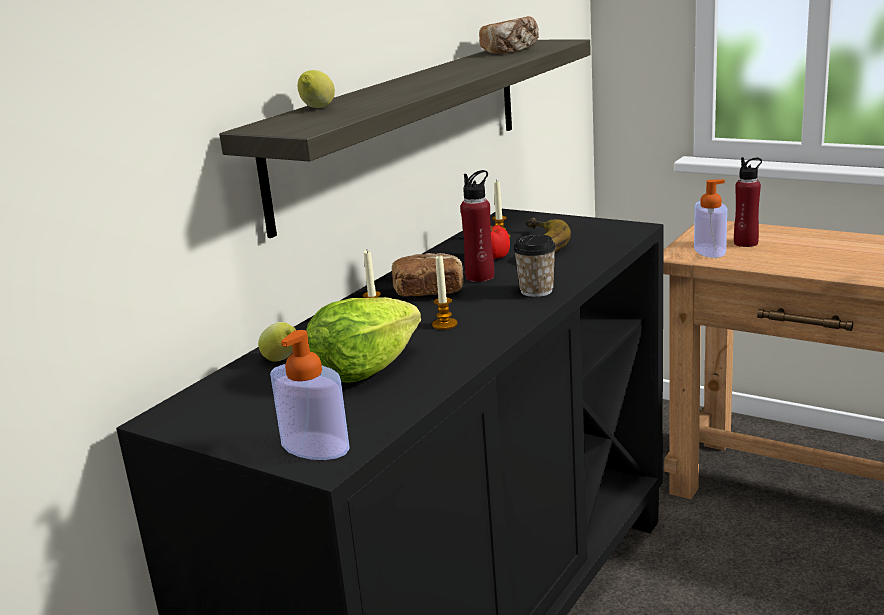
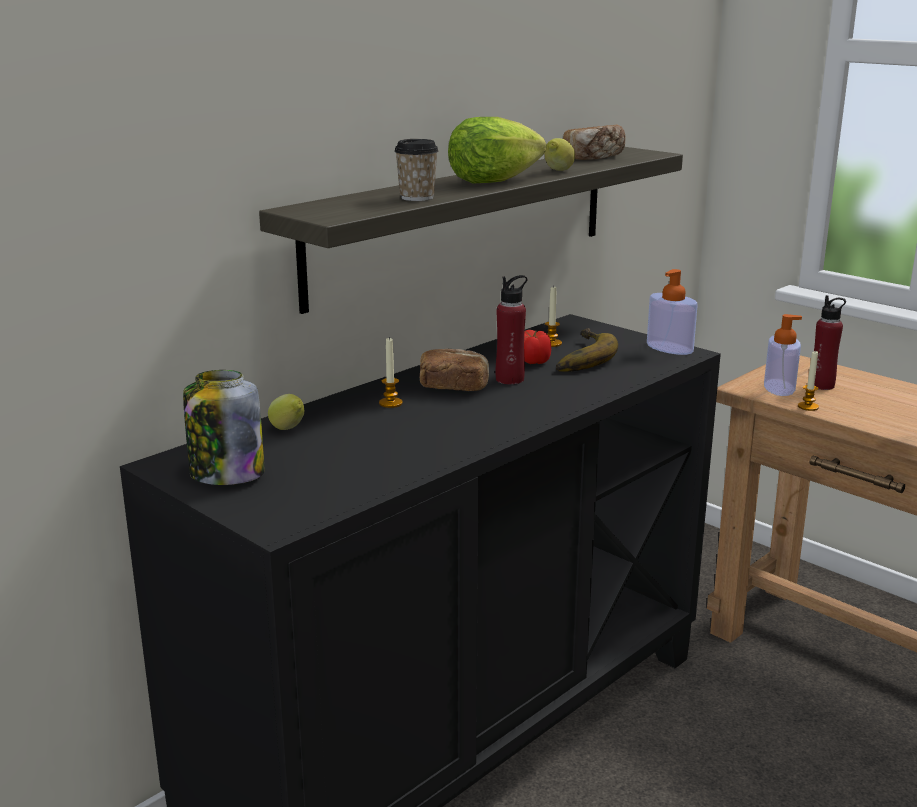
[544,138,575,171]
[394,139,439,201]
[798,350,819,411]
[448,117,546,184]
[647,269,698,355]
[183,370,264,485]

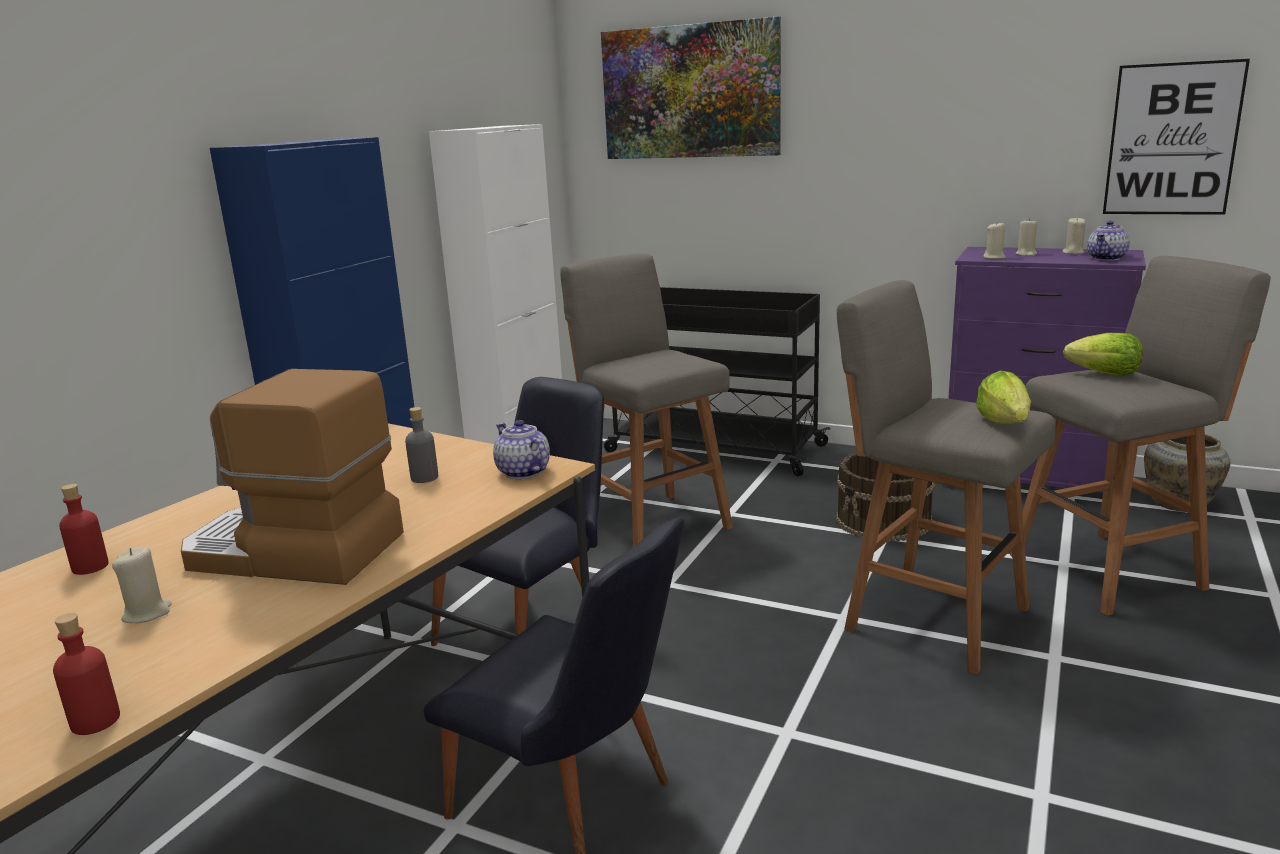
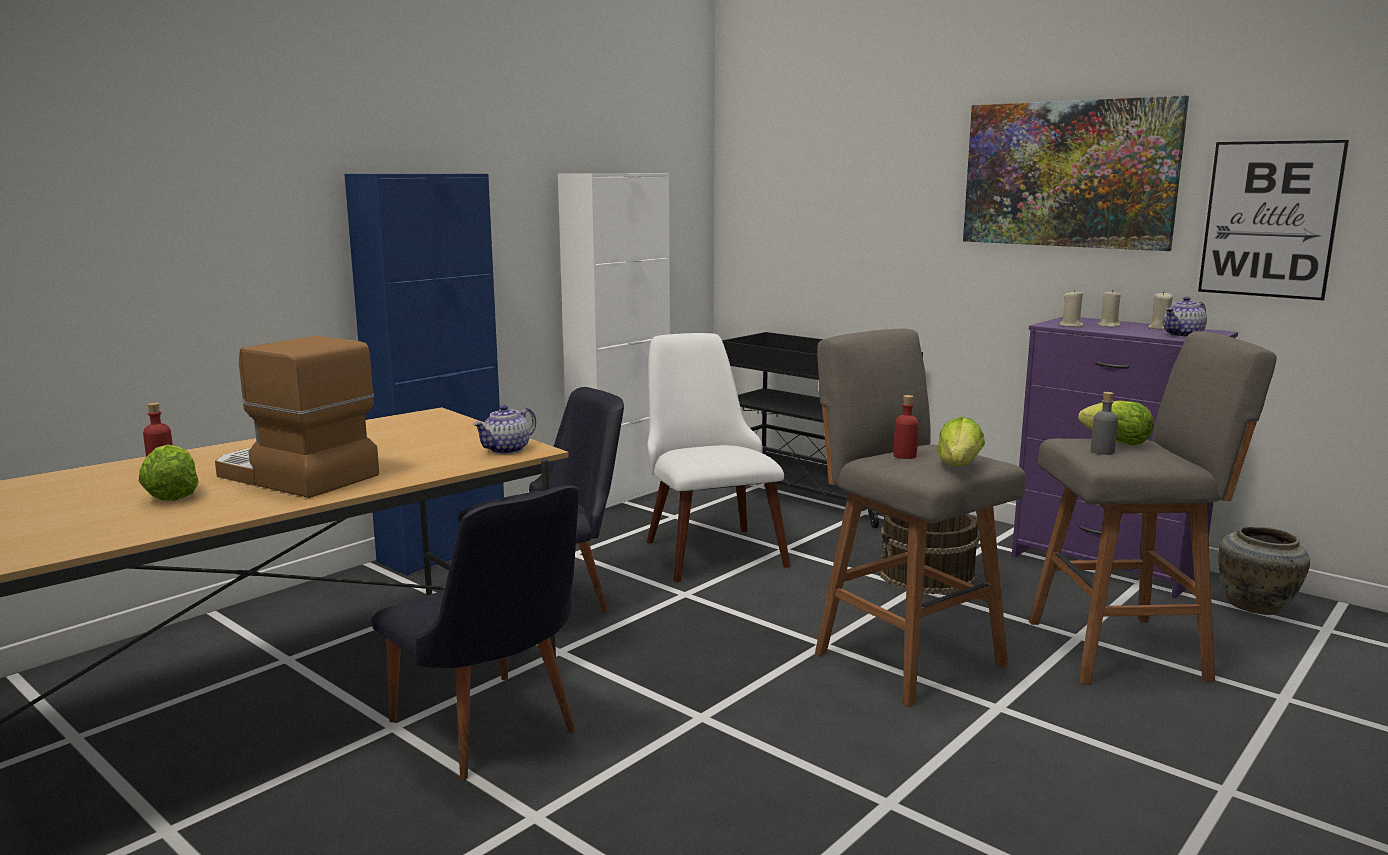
[963,96,1189,251]
[647,333,791,582]
[1091,392,1118,455]
[473,405,536,454]
[139,444,199,501]
[893,395,919,459]

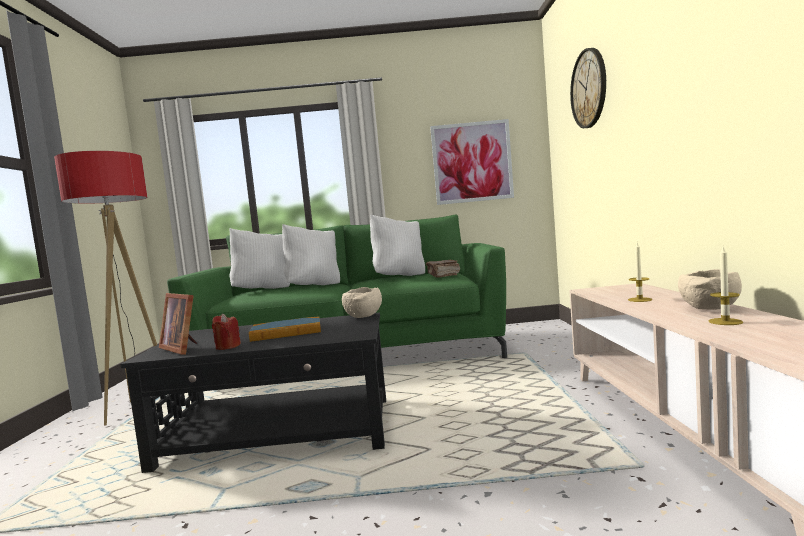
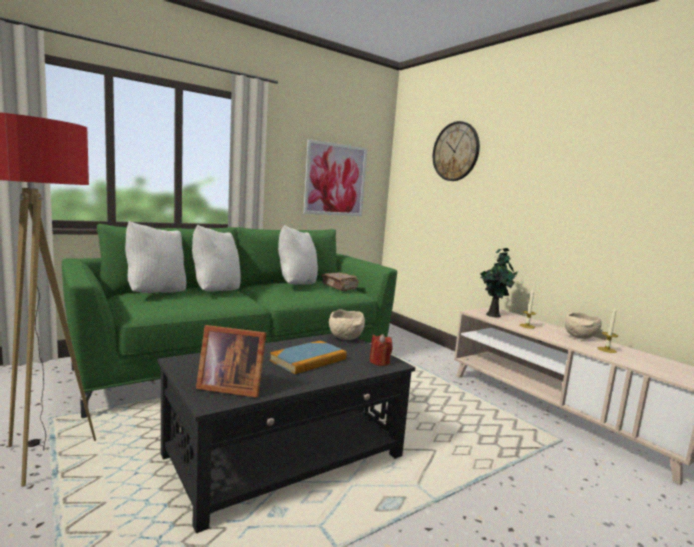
[370,334,393,366]
[480,248,518,317]

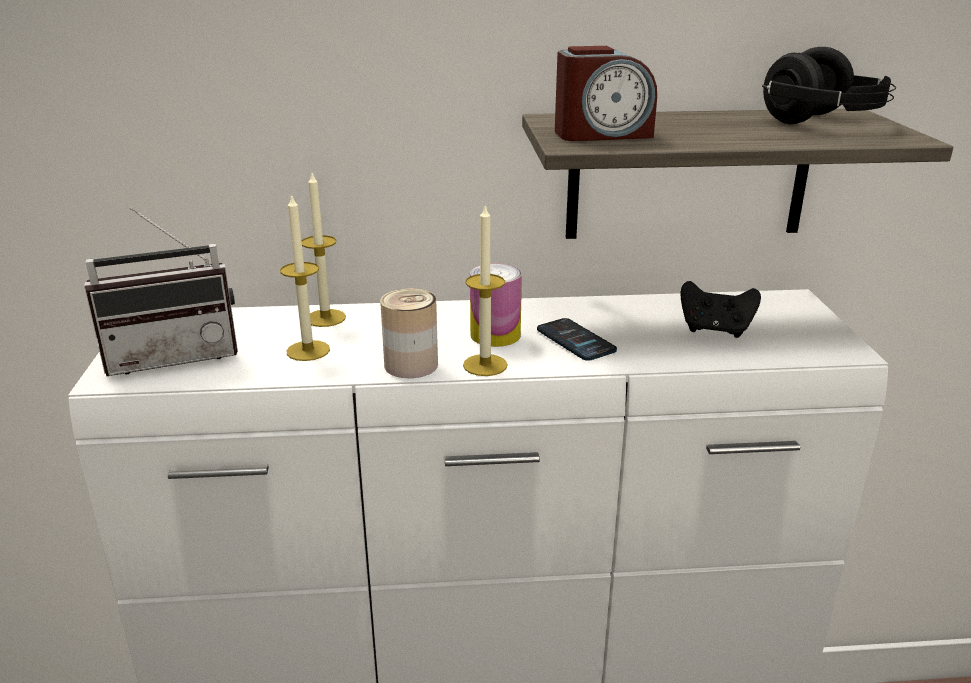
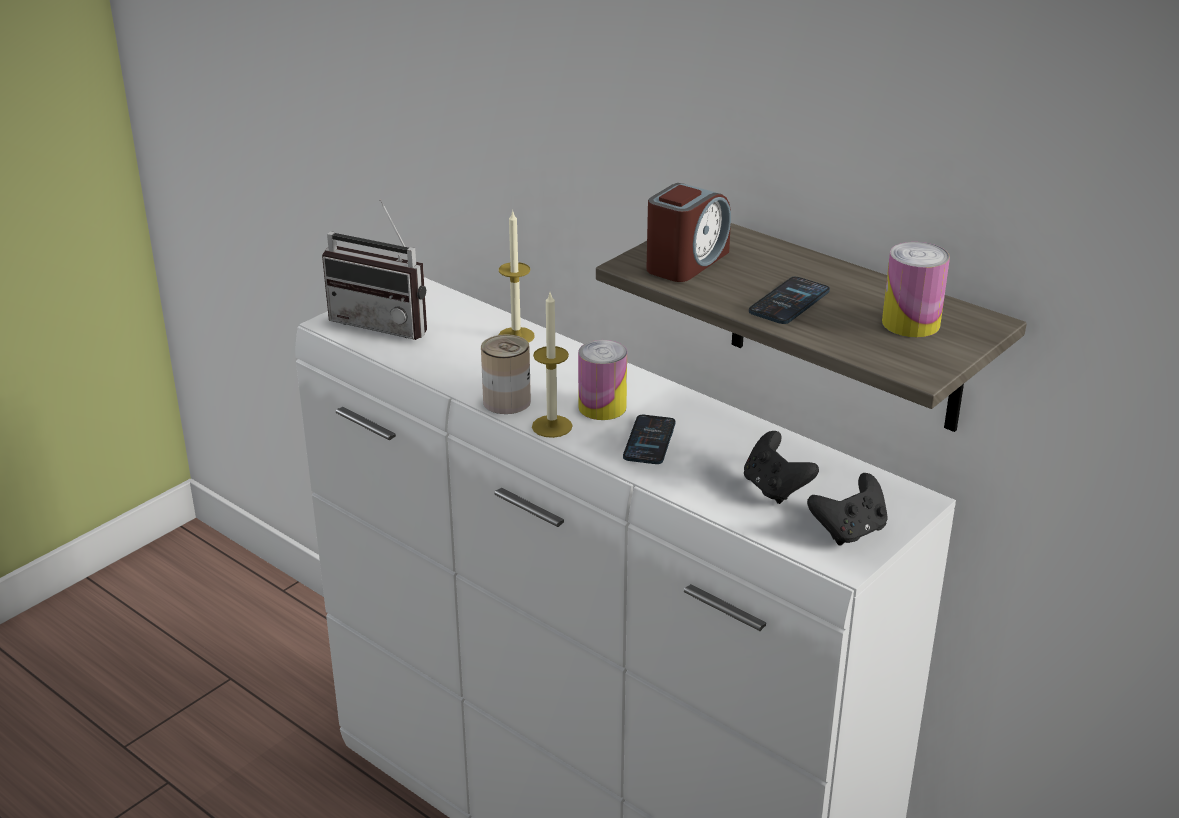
[646,183,731,282]
[882,242,950,337]
[280,193,330,361] (first image)
[749,277,830,324]
[807,473,888,546]

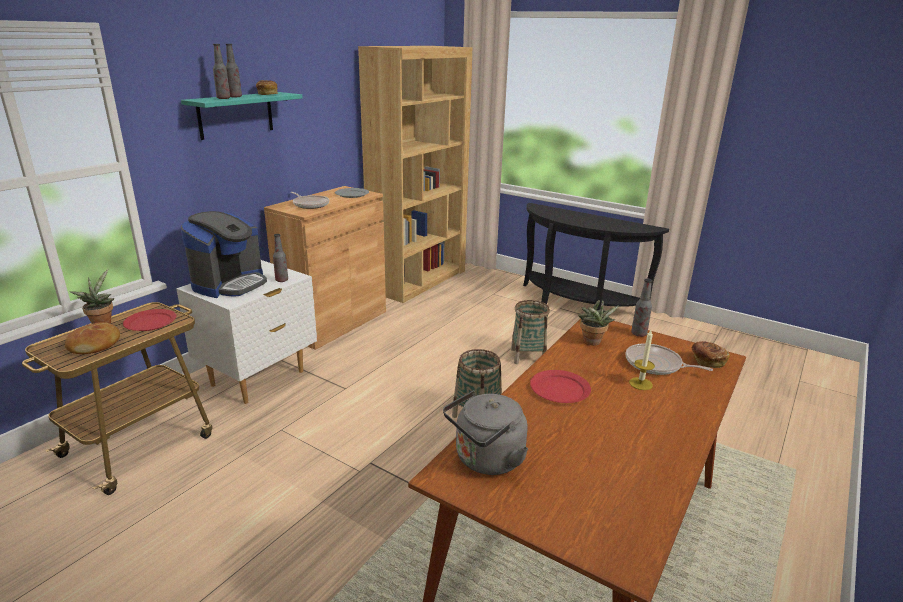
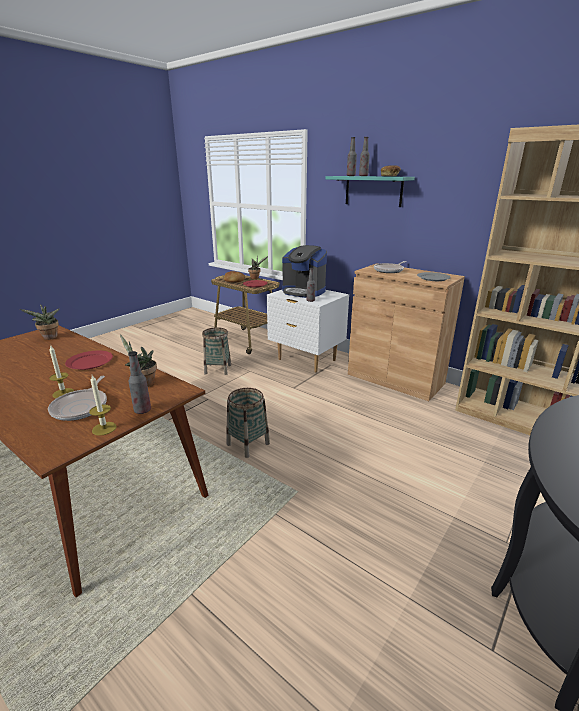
[202,327,231,375]
[692,341,730,368] (first image)
[48,376,107,421]
[20,304,60,340]
[89,375,117,436]

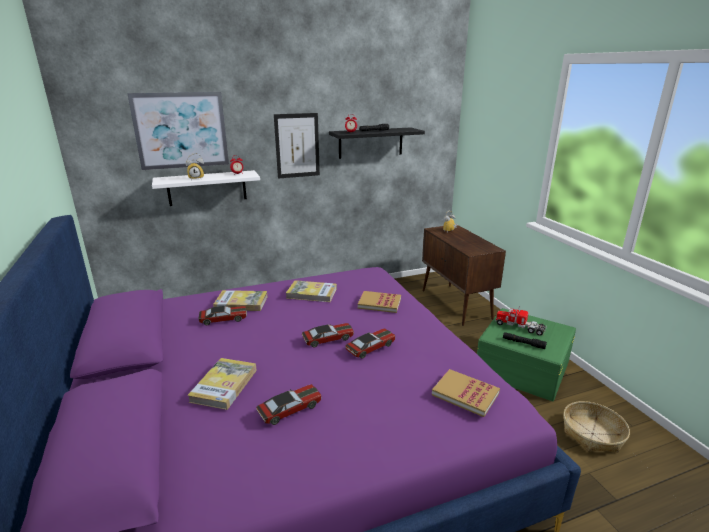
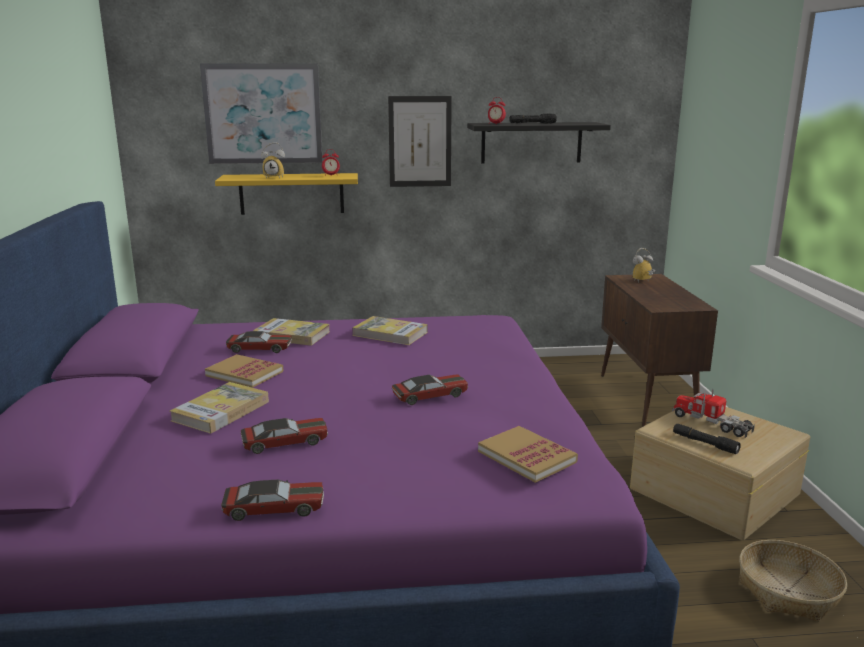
[215,173,358,215]
[205,354,283,388]
[630,407,810,540]
[221,479,324,521]

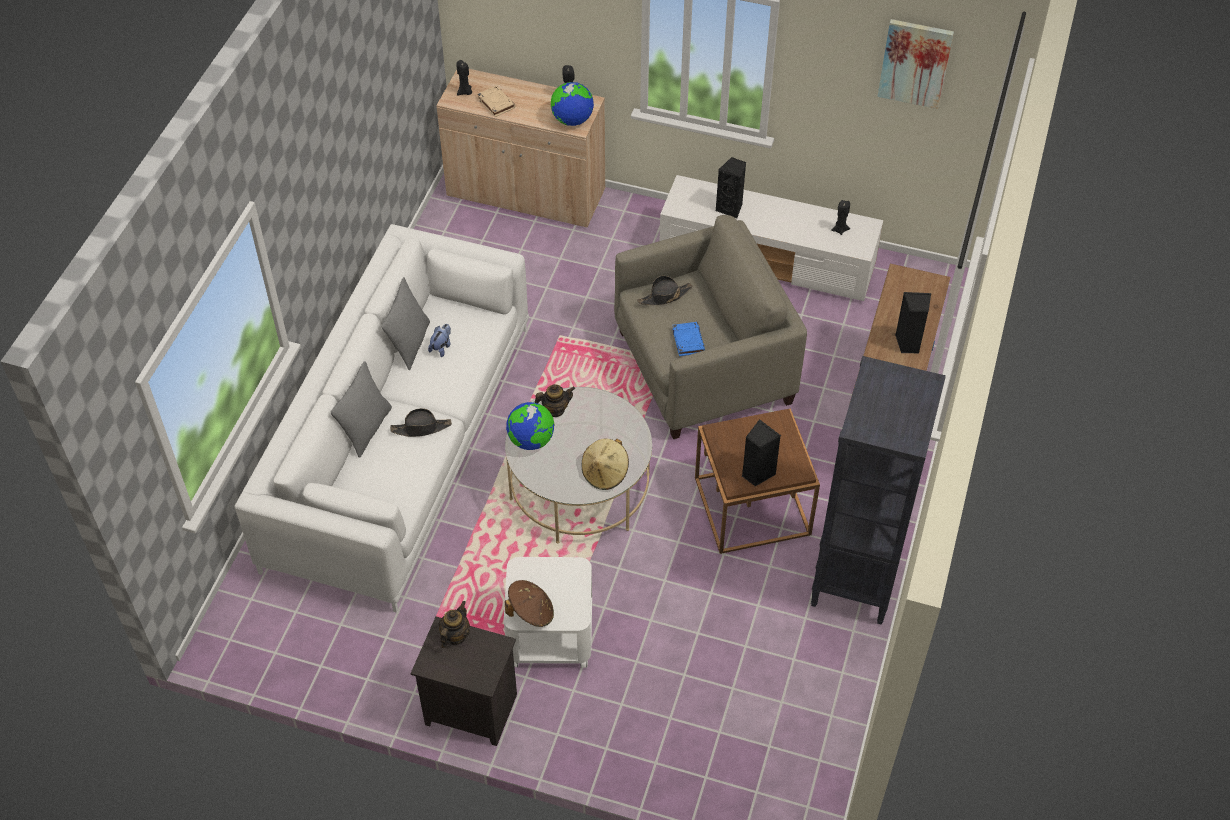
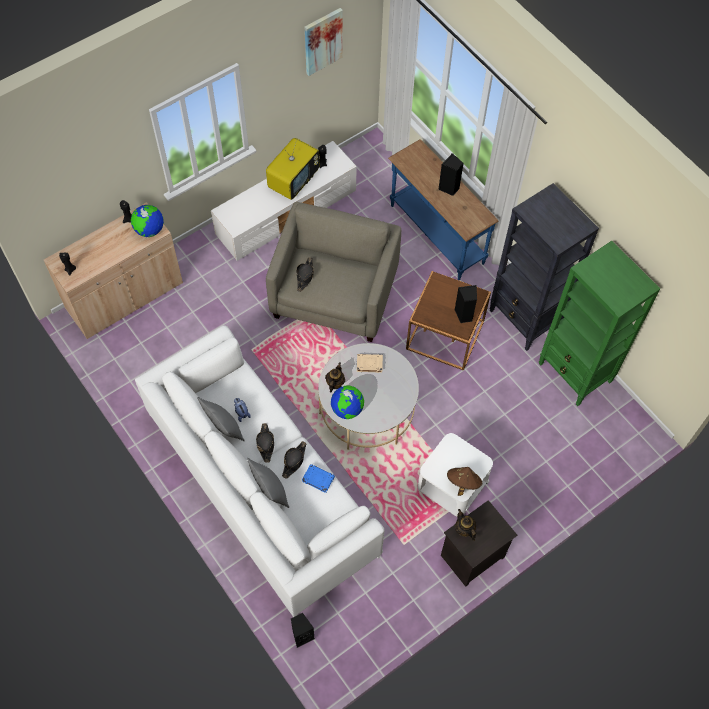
[357,354,383,373]
[291,613,315,648]
[302,464,335,493]
[581,438,629,490] (first image)
[266,137,319,200]
[539,241,660,406]
[256,423,274,463]

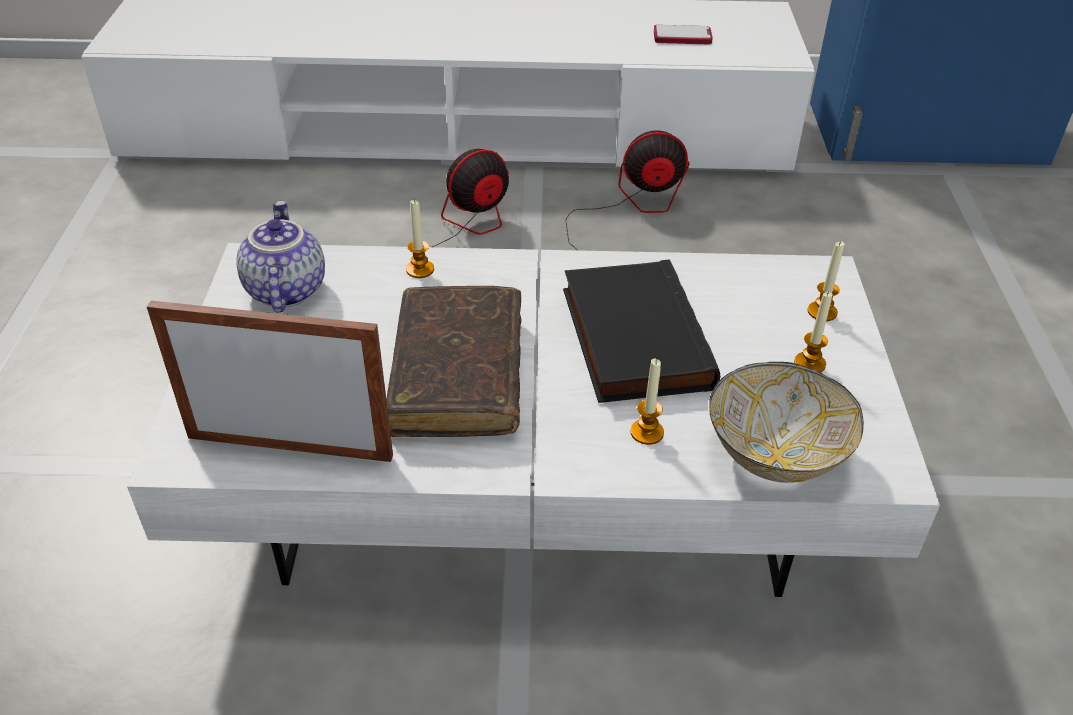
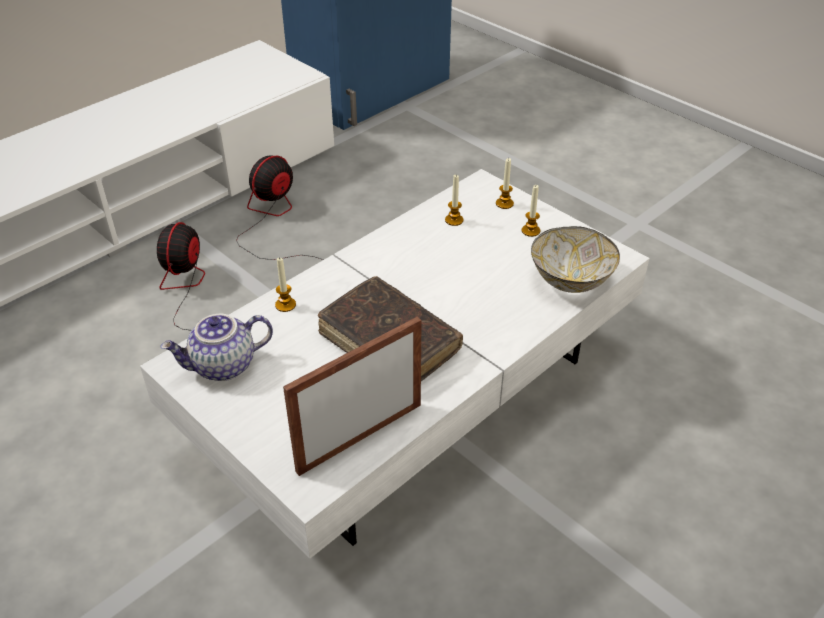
[654,25,713,44] (first image)
[160,314,273,381]
[563,259,720,403] (first image)
[445,175,464,226]

